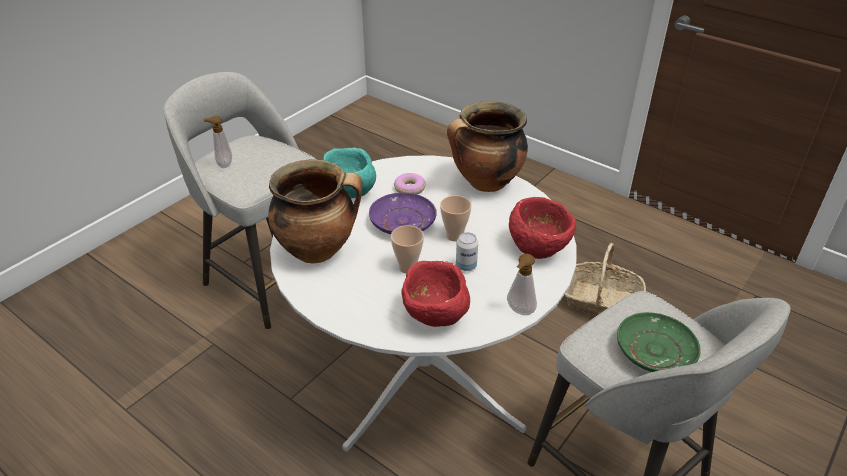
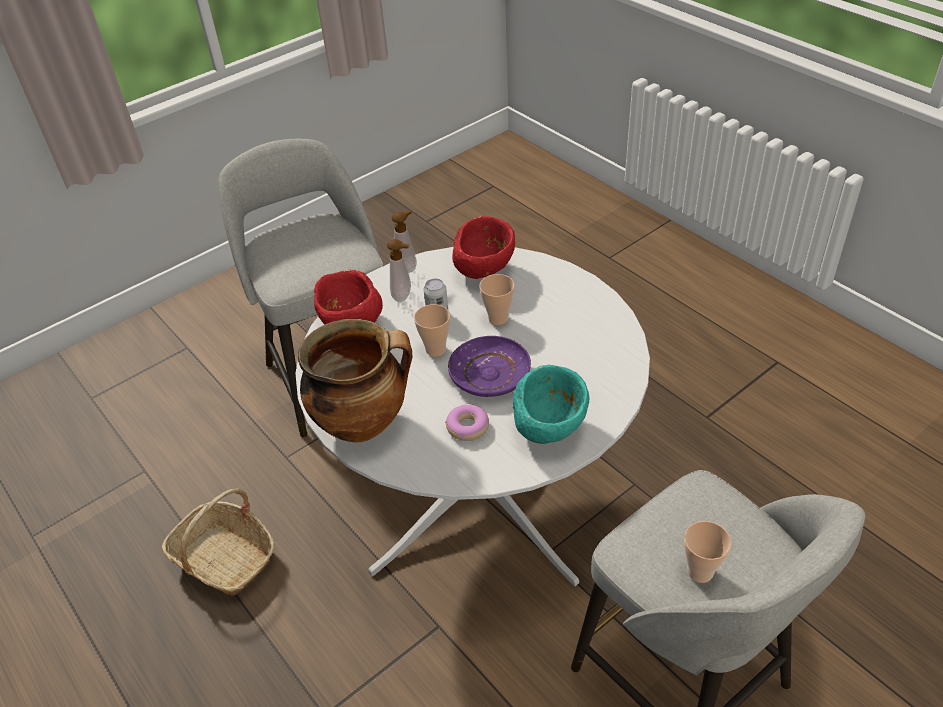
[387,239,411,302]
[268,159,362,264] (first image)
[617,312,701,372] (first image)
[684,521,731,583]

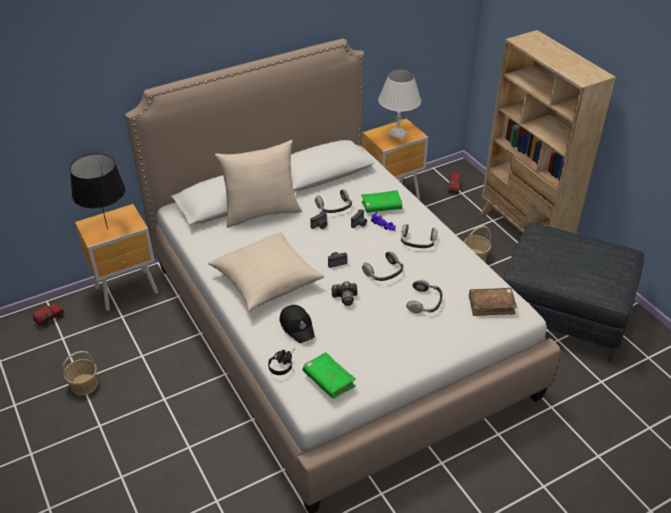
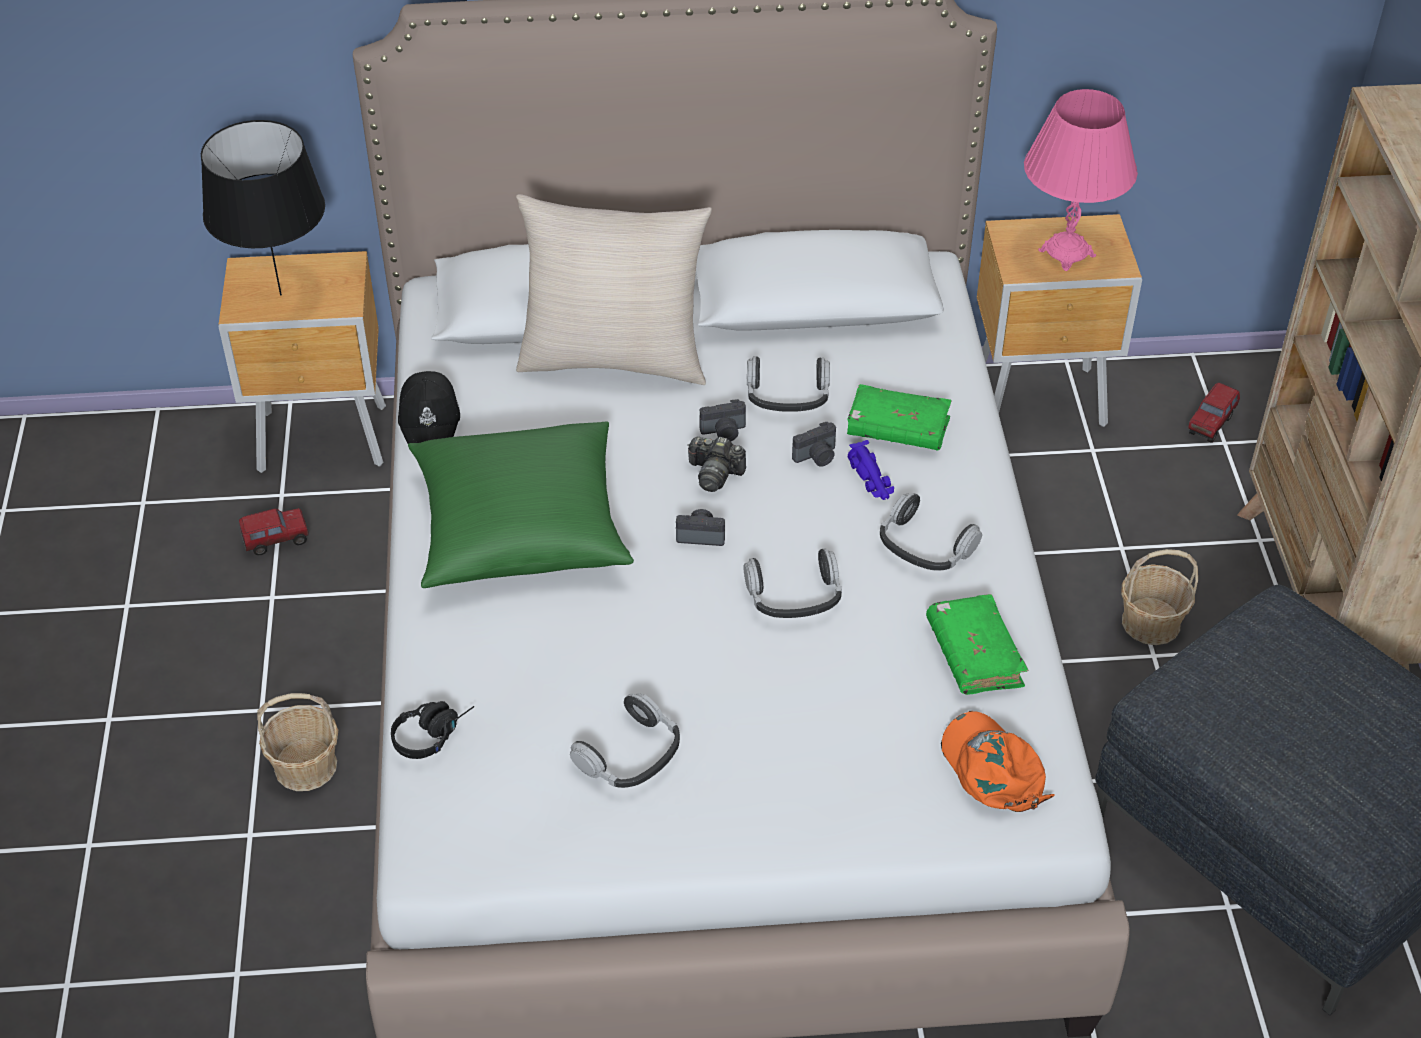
[1024,89,1138,271]
[408,421,634,588]
[570,693,680,788]
[687,437,746,492]
[941,711,1055,812]
[239,508,309,555]
[398,371,460,444]
[257,693,338,791]
[926,594,1028,695]

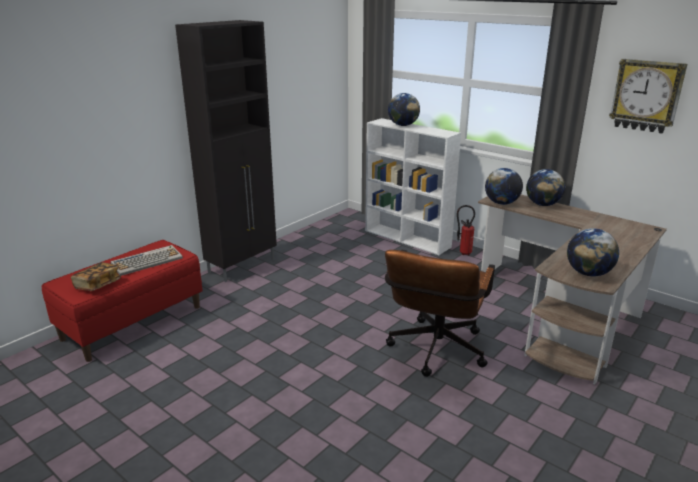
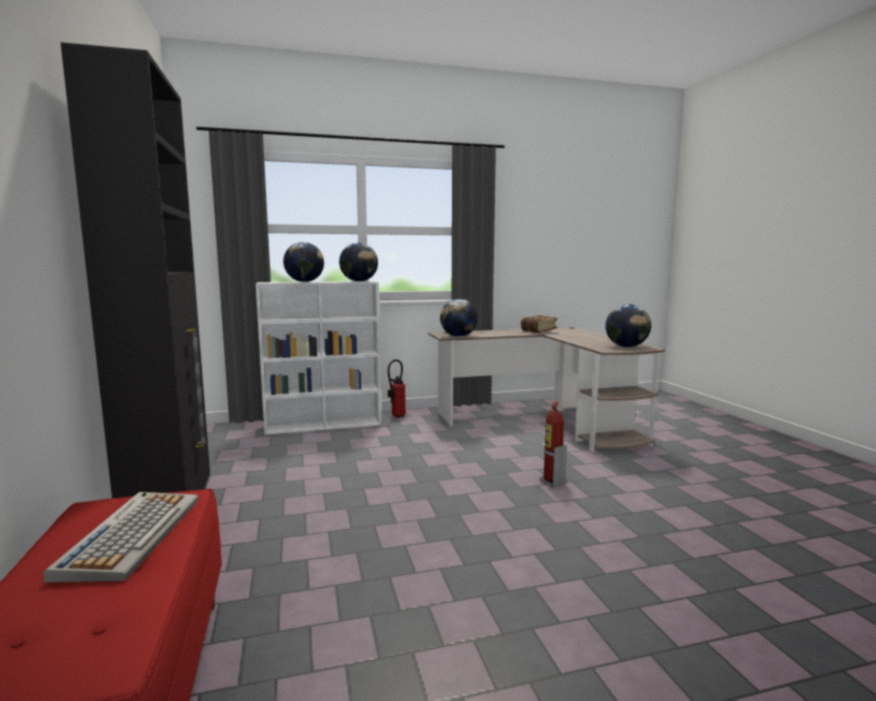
[609,59,687,133] (first image)
[339,243,378,282]
[540,401,567,487]
[521,315,558,333]

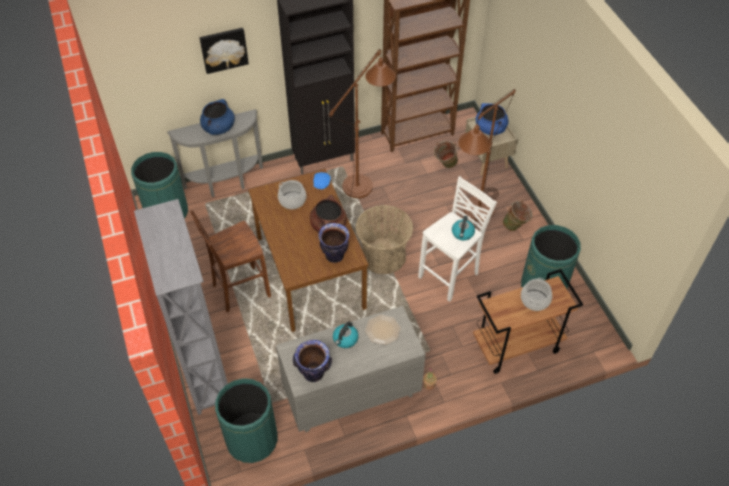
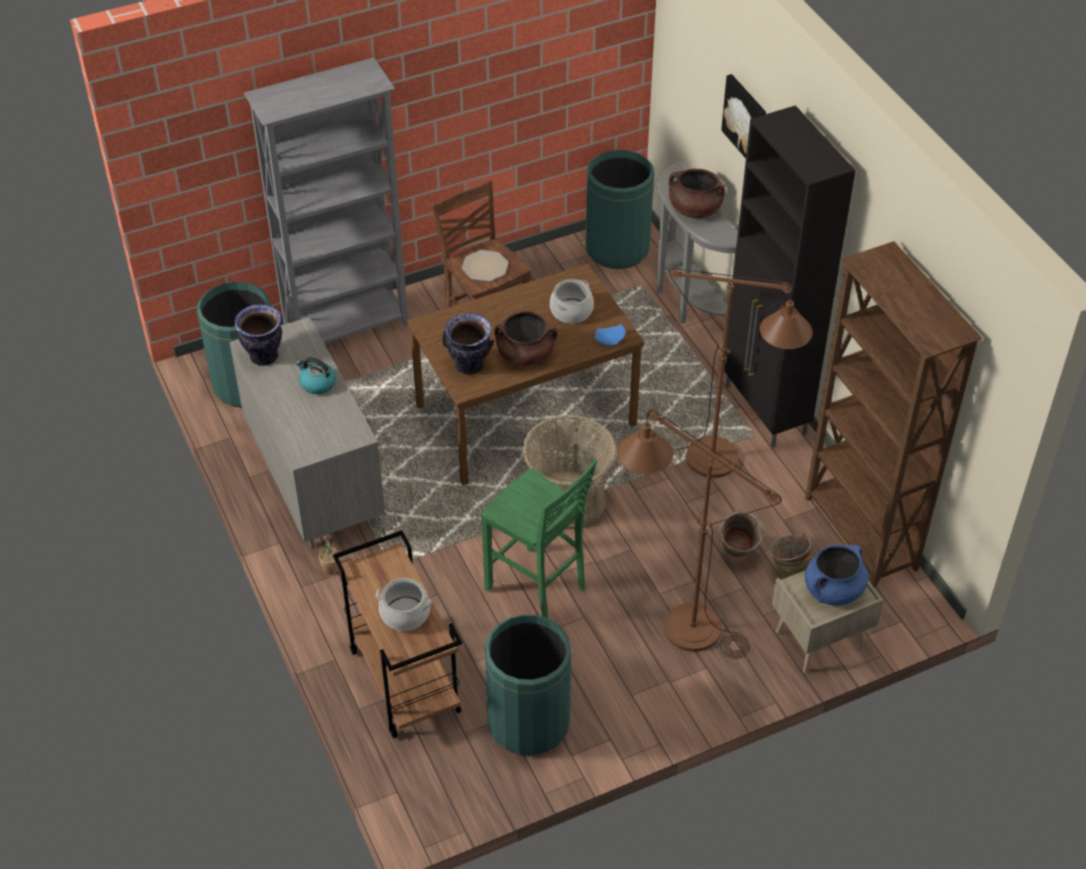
[669,169,725,218]
[481,459,598,618]
[719,511,764,557]
[452,216,475,241] (first image)
[462,250,509,282]

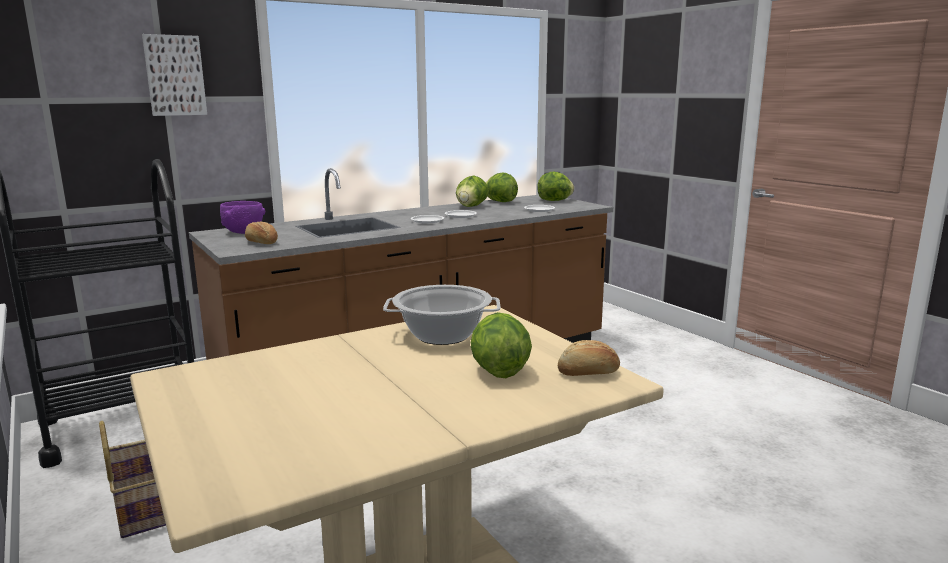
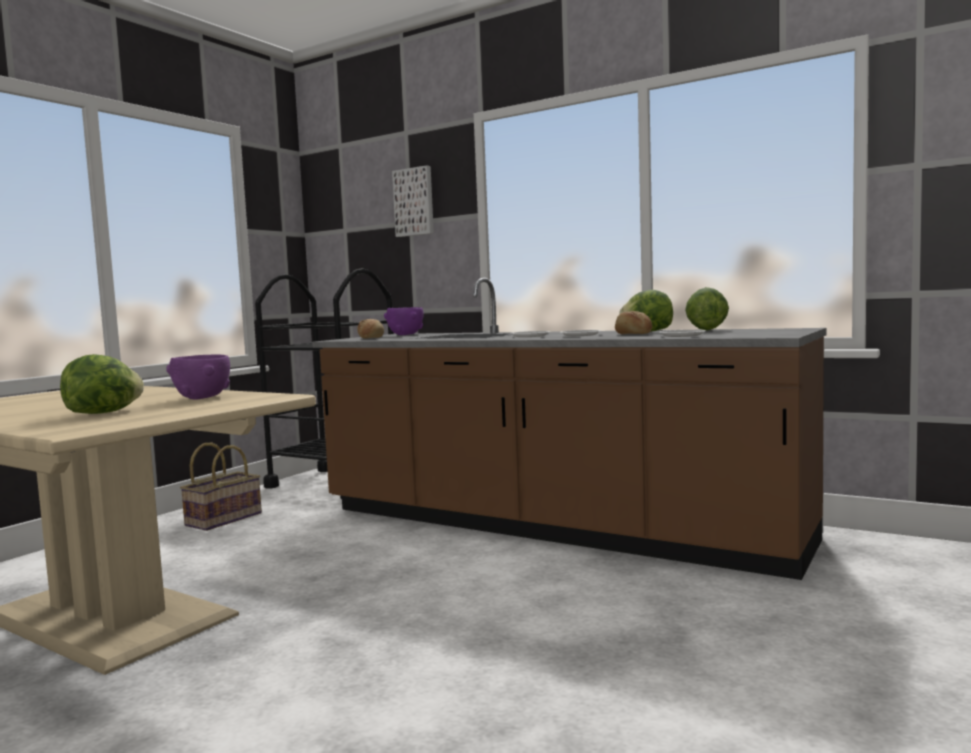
[537,172,574,201] (first image)
[166,354,230,400]
[615,311,652,334]

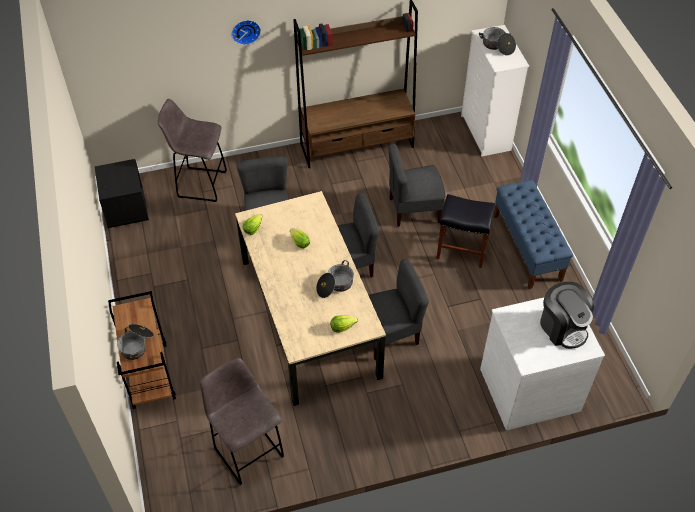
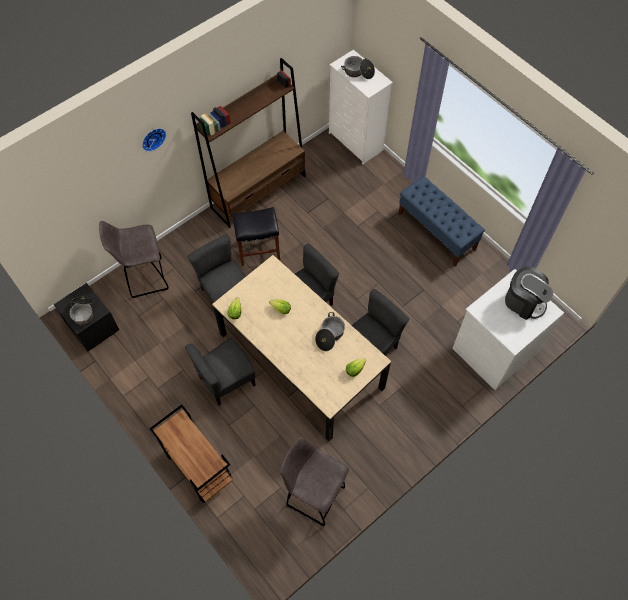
[185,338,256,406]
[233,207,280,266]
[69,297,94,325]

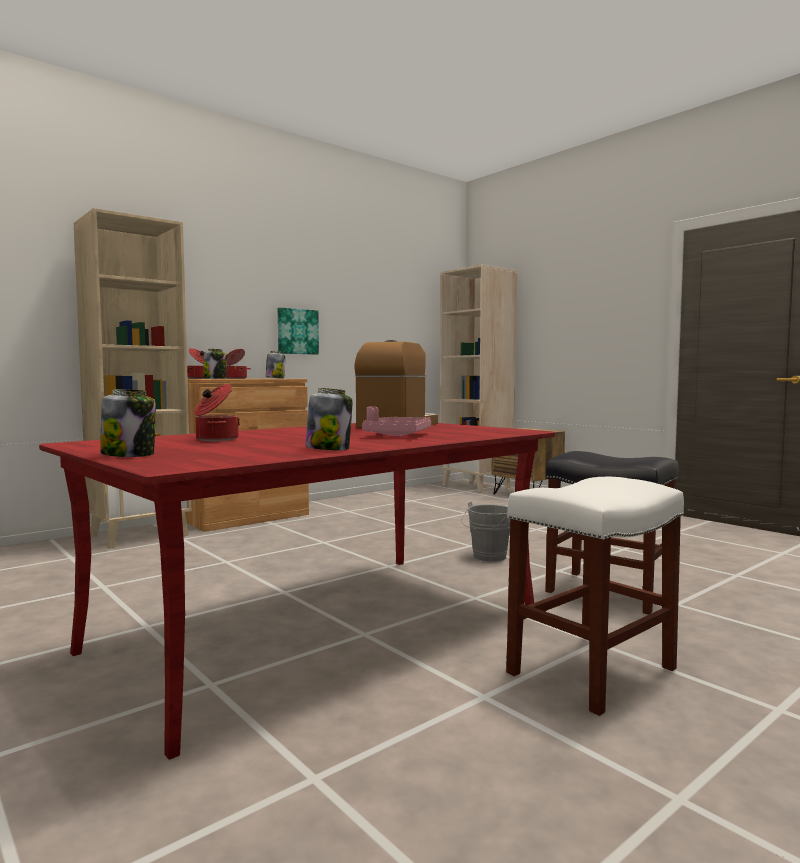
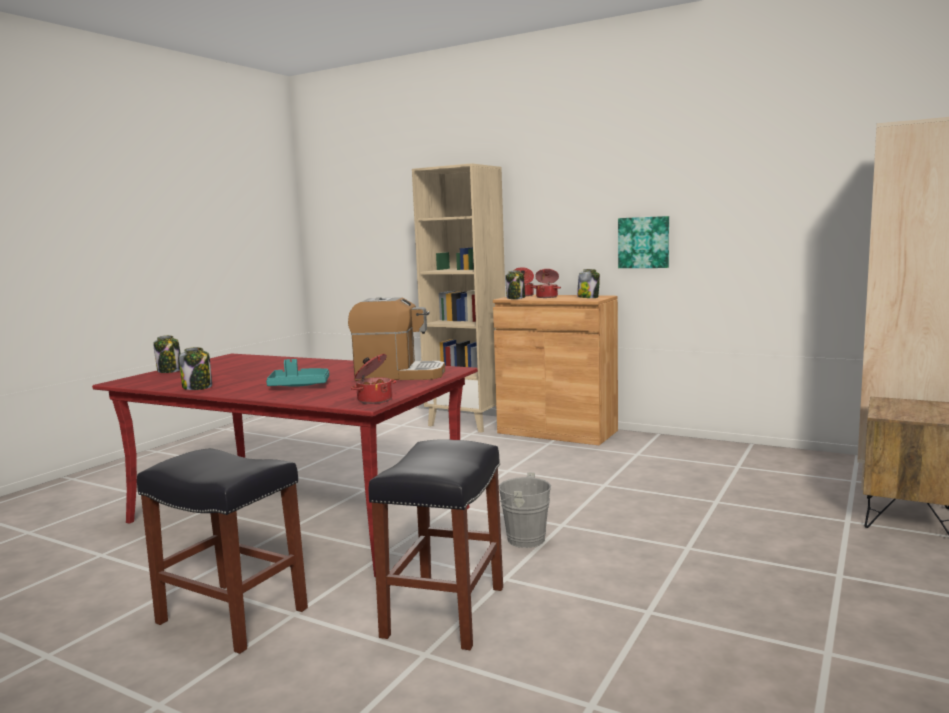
[351,354,396,404]
[266,359,329,387]
[137,448,308,654]

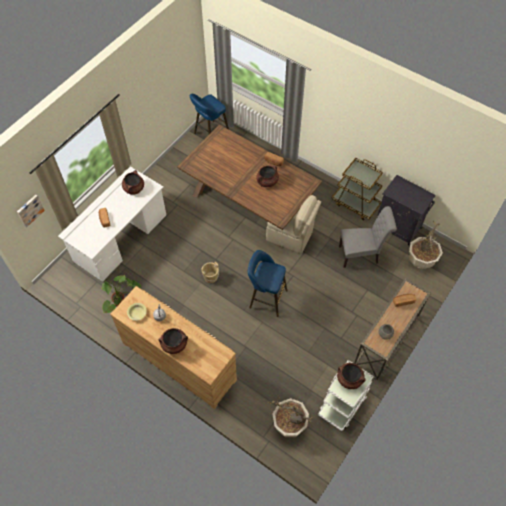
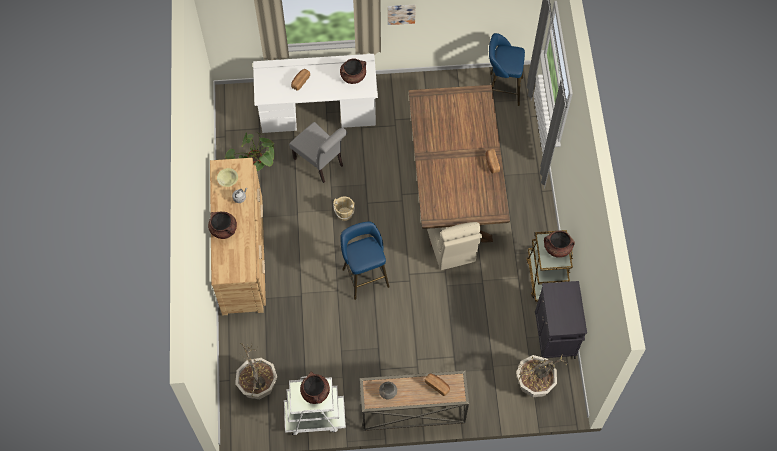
[544,231,575,258]
[388,4,416,25]
[289,122,347,183]

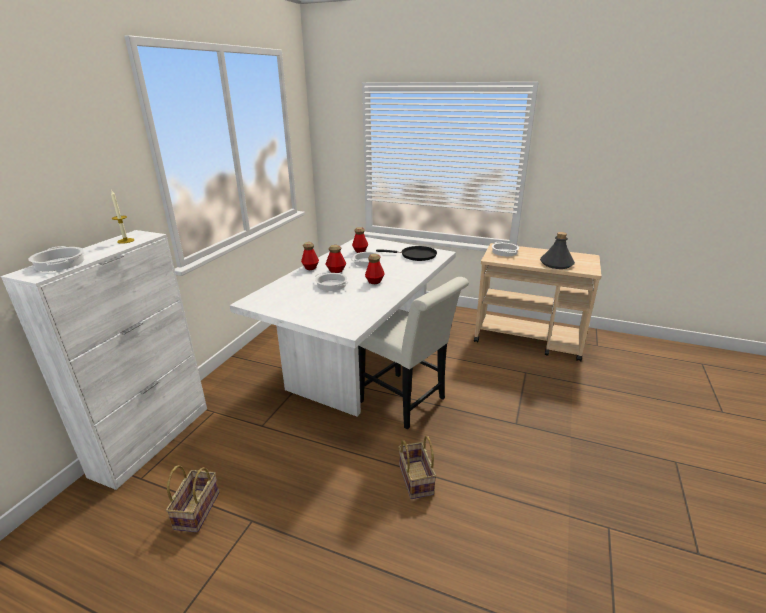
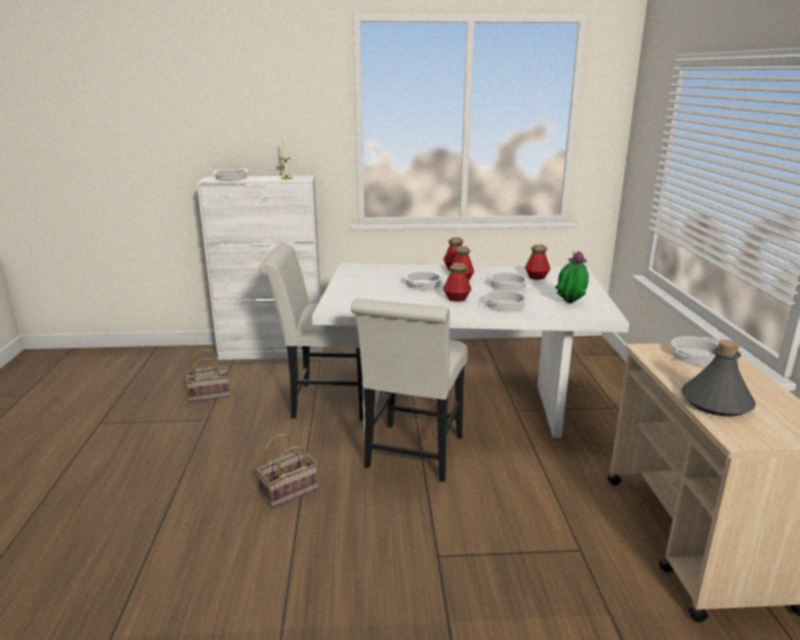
[555,251,589,303]
[259,243,363,421]
[483,290,527,312]

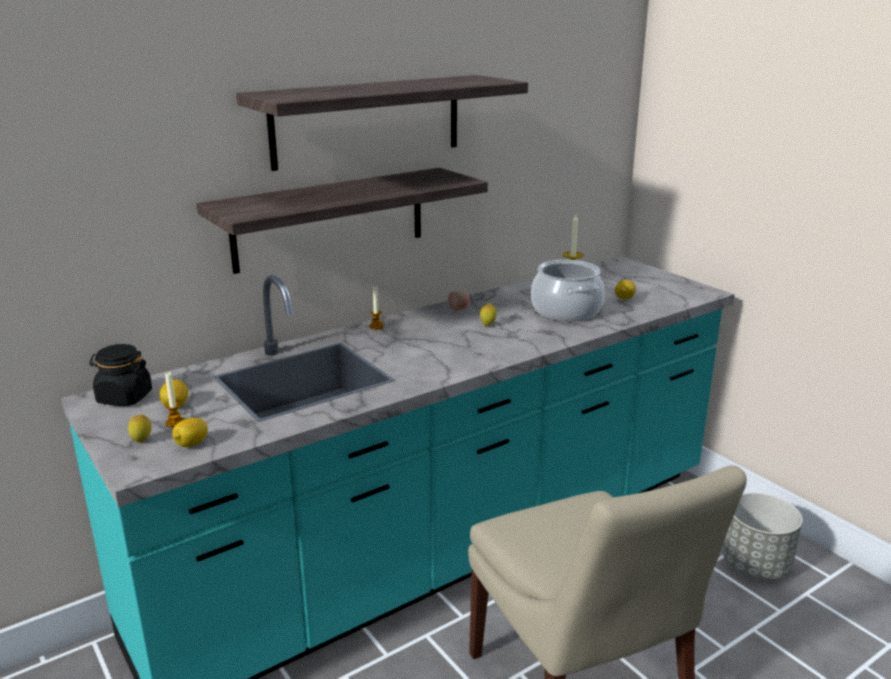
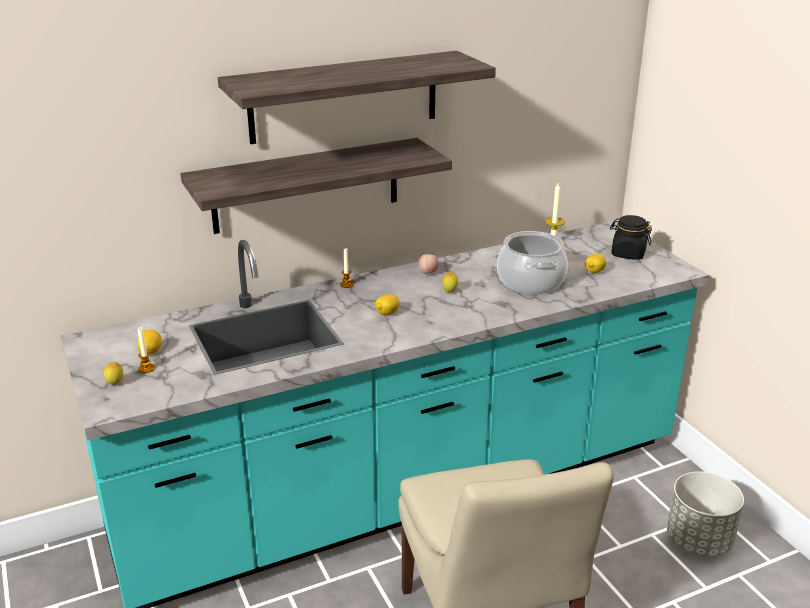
[610,215,652,260]
[375,294,400,315]

